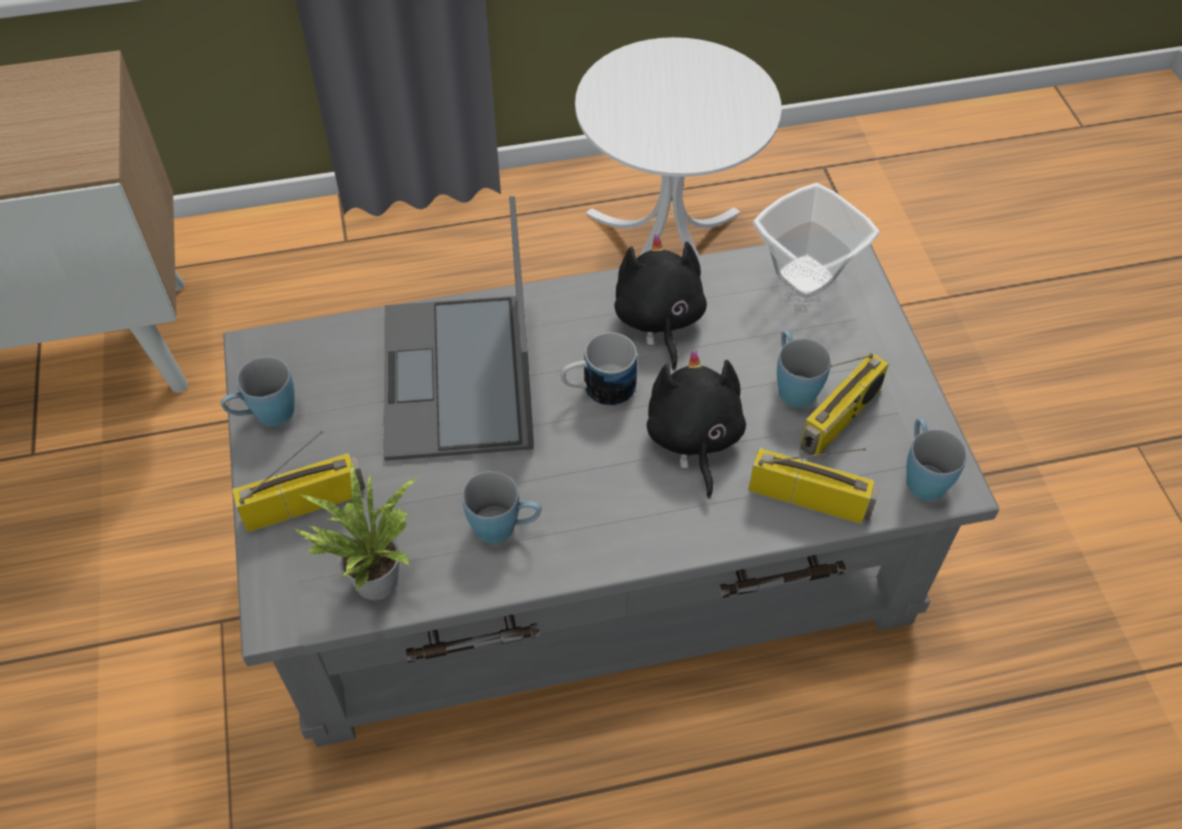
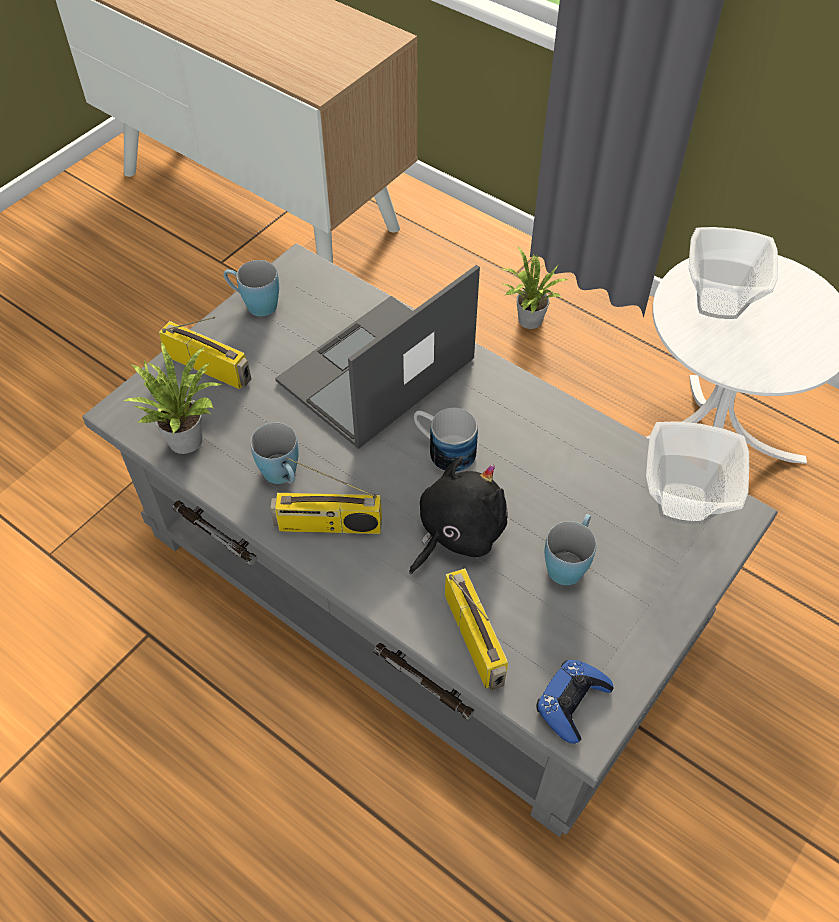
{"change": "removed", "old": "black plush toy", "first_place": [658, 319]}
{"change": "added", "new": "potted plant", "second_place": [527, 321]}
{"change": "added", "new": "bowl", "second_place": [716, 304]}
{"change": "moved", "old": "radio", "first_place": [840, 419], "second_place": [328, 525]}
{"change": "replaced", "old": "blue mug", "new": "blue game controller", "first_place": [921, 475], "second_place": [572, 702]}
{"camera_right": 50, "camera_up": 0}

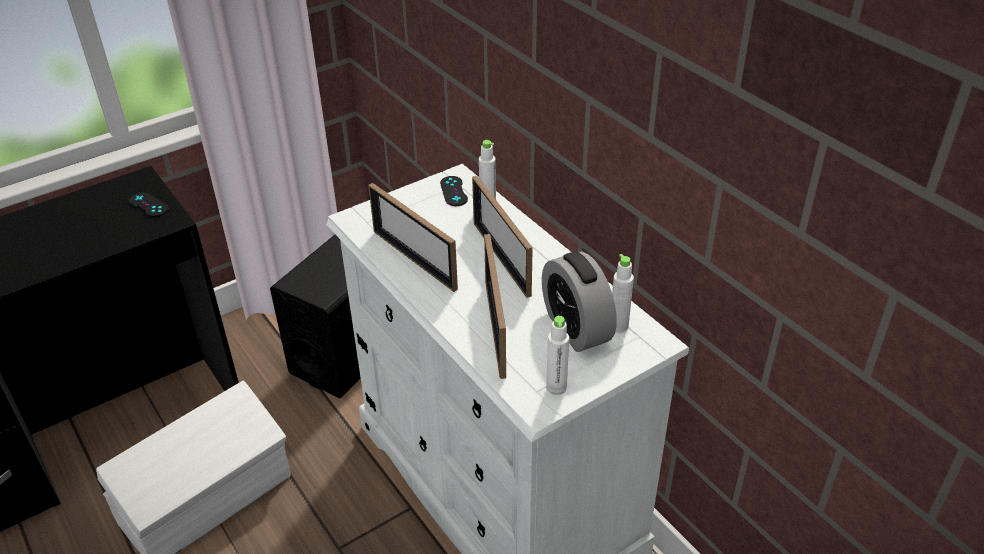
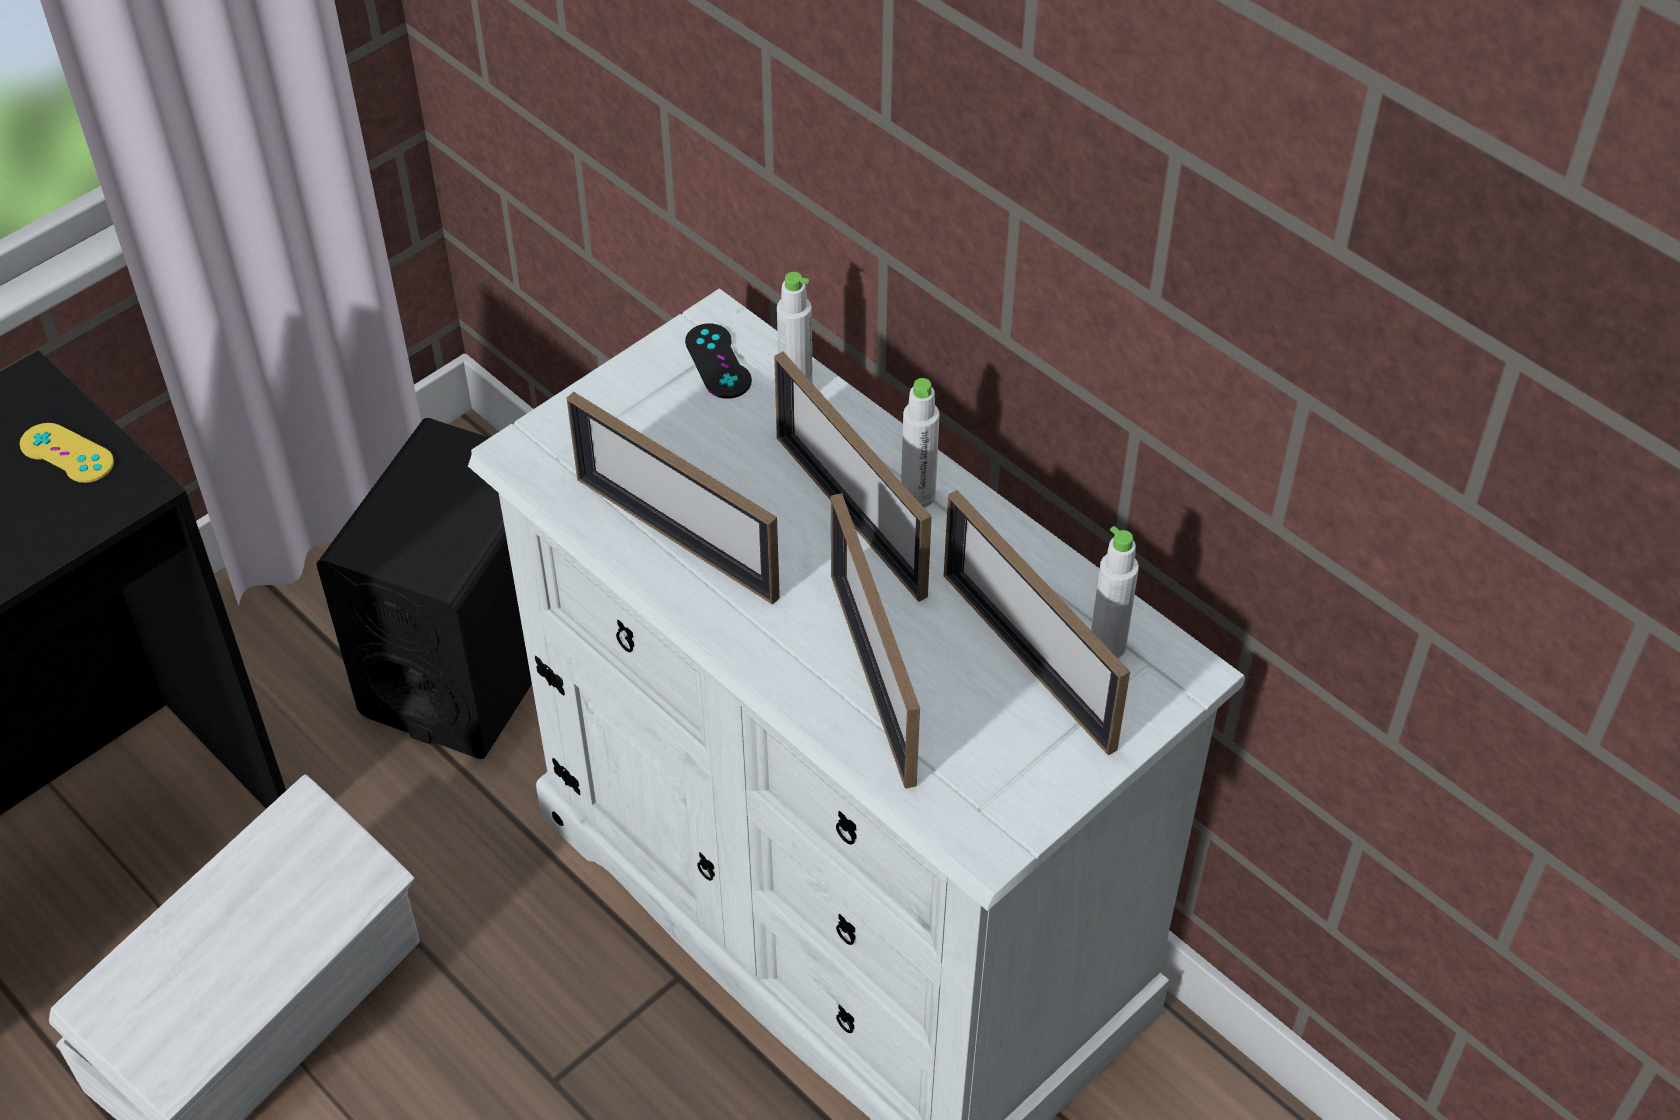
{"change": "moved", "old": "white bottle", "first_place": [556, 387], "second_place": [918, 495]}
{"change": "replaced", "old": "alarm clock", "new": "picture frame", "first_place": [576, 328], "second_place": [1027, 660]}
{"change": "recoloured", "old": "black game controller", "new": "yellow game controller", "first_place": [148, 205], "second_place": [67, 453]}
{"camera_right": -10, "camera_up": 10}

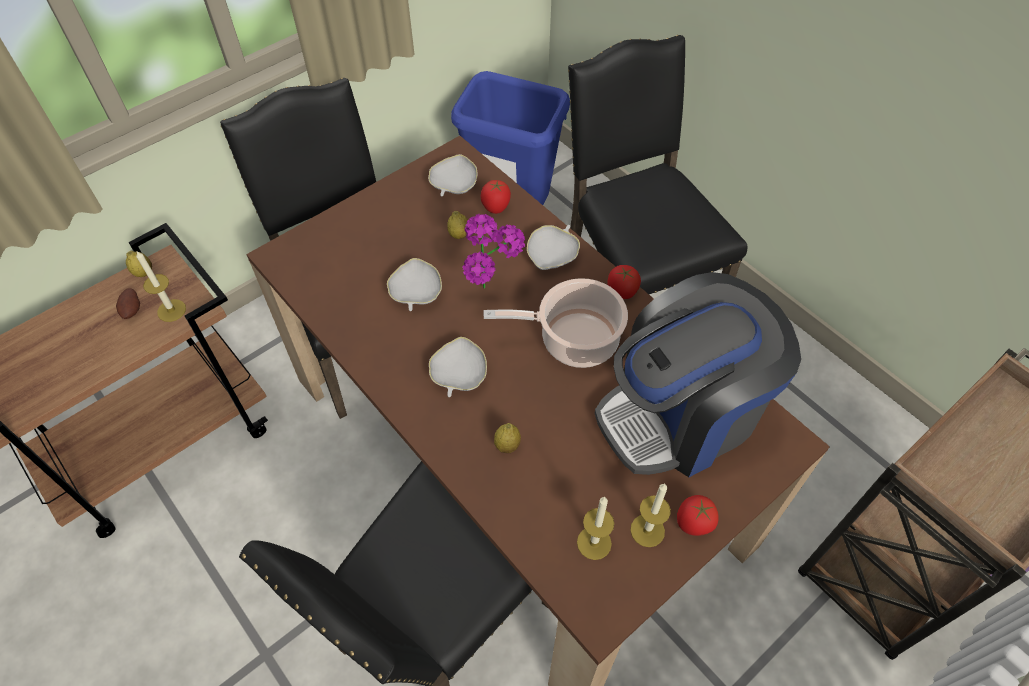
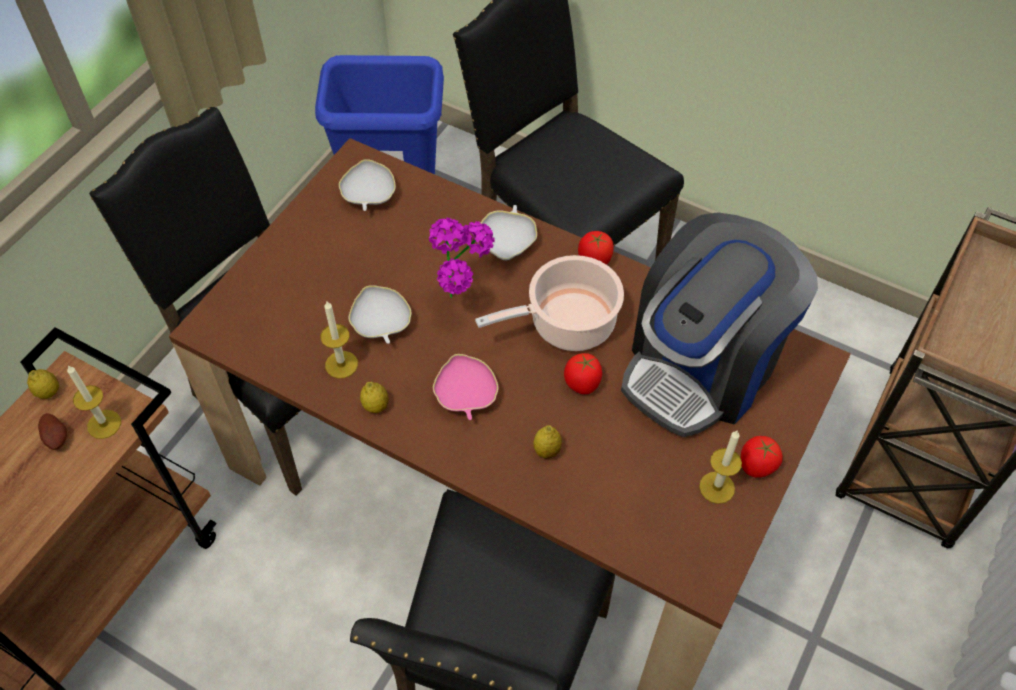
{"change": "moved", "old": "lemon", "first_place": [459, 235], "second_place": [376, 406]}
{"change": "moved", "old": "tomato", "first_place": [496, 207], "second_place": [582, 384]}
{"change": "moved", "old": "candle", "first_place": [594, 543], "second_place": [341, 364]}
{"change": "recoloured", "old": "white bowl", "new": "pink bowl", "first_place": [459, 375], "second_place": [465, 395]}
{"camera_right": -20, "camera_up": 0}

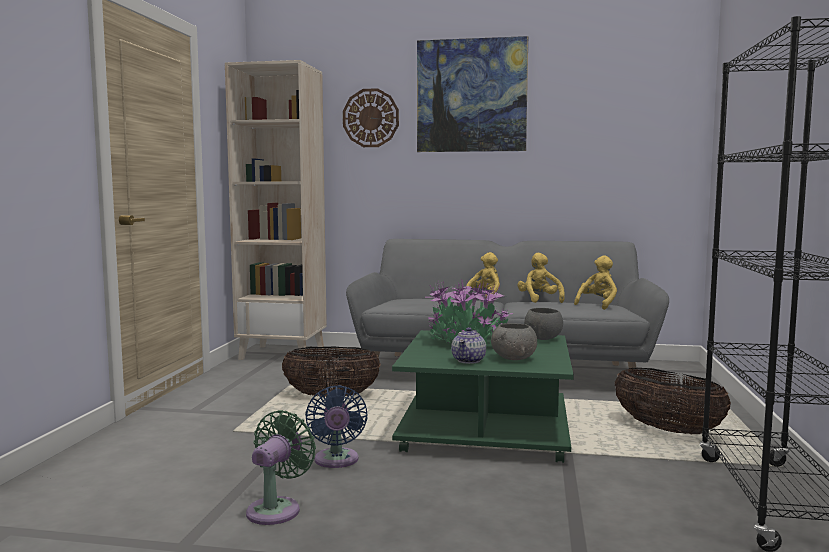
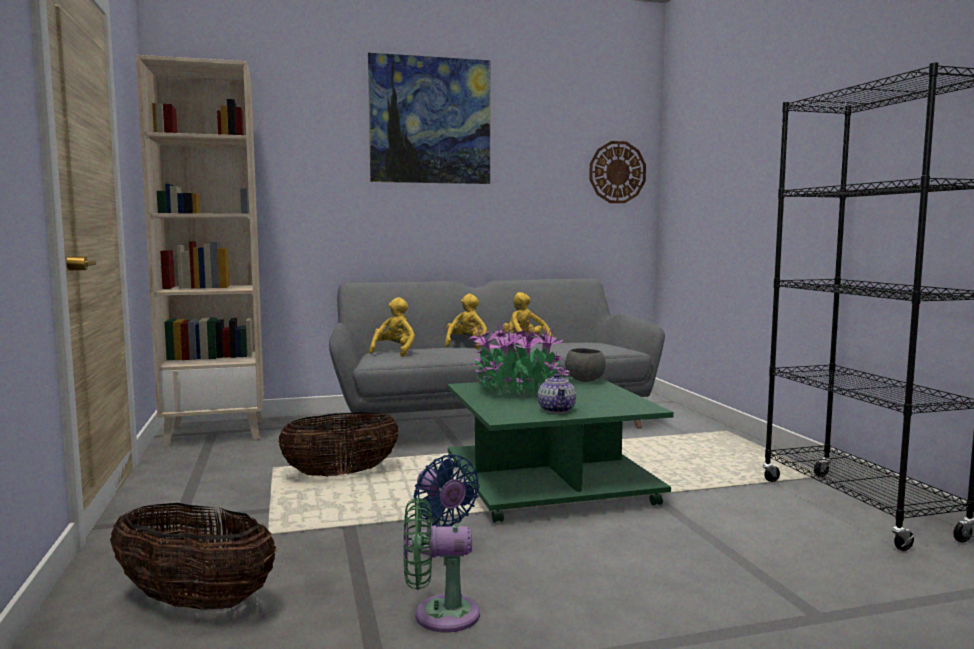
{"change": "removed", "old": "grey bowl", "first_place": [514, 358]}
{"change": "moved", "old": "wall clock", "first_place": [370, 118], "second_place": [617, 172]}
{"change": "moved", "old": "yellow plush toy", "first_place": [598, 305], "second_place": [394, 352]}
{"change": "moved", "old": "basket", "first_place": [667, 430], "second_place": [195, 602]}
{"change": "turned", "old": "green fan", "first_place": [277, 509], "second_place": [439, 614], "degrees": -90}
{"camera_right": -25, "camera_up": 0}

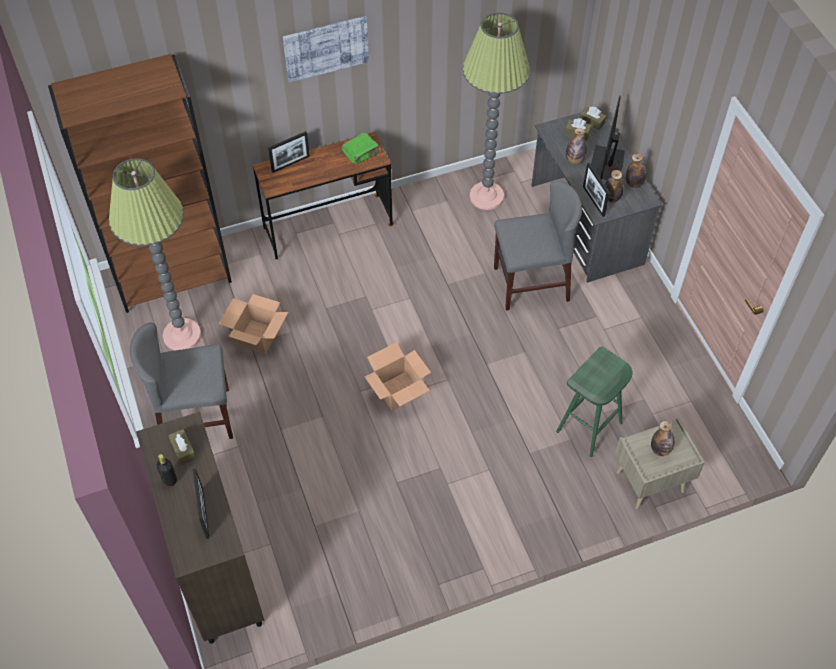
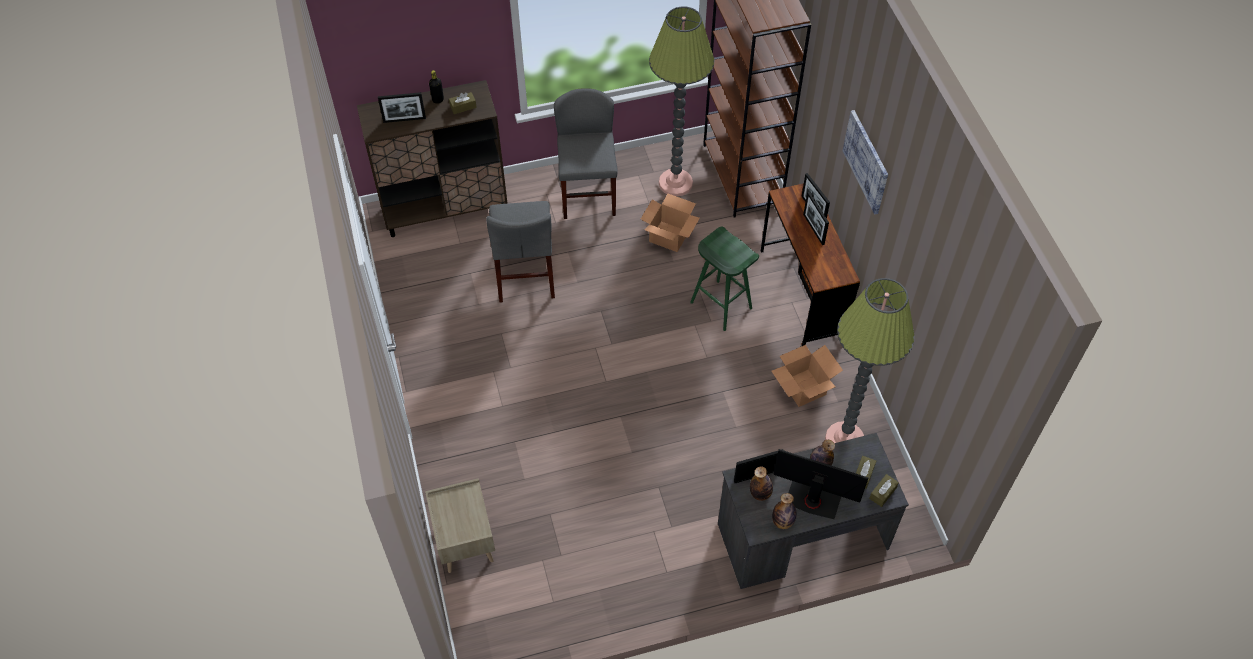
{"change": "removed", "old": "green book", "first_place": [361, 153]}
{"change": "removed", "old": "bottle", "first_place": [660, 449]}
{"change": "added", "new": "picture frame", "second_place": [813, 229]}
{"change": "moved", "old": "cardboard box", "first_place": [398, 390], "second_place": [804, 388]}
{"change": "moved", "old": "grey chair", "first_place": [531, 284], "second_place": [525, 274]}
{"change": "moved", "old": "green stool", "first_place": [589, 428], "second_place": [720, 305]}
{"camera_right": 95, "camera_up": 0}

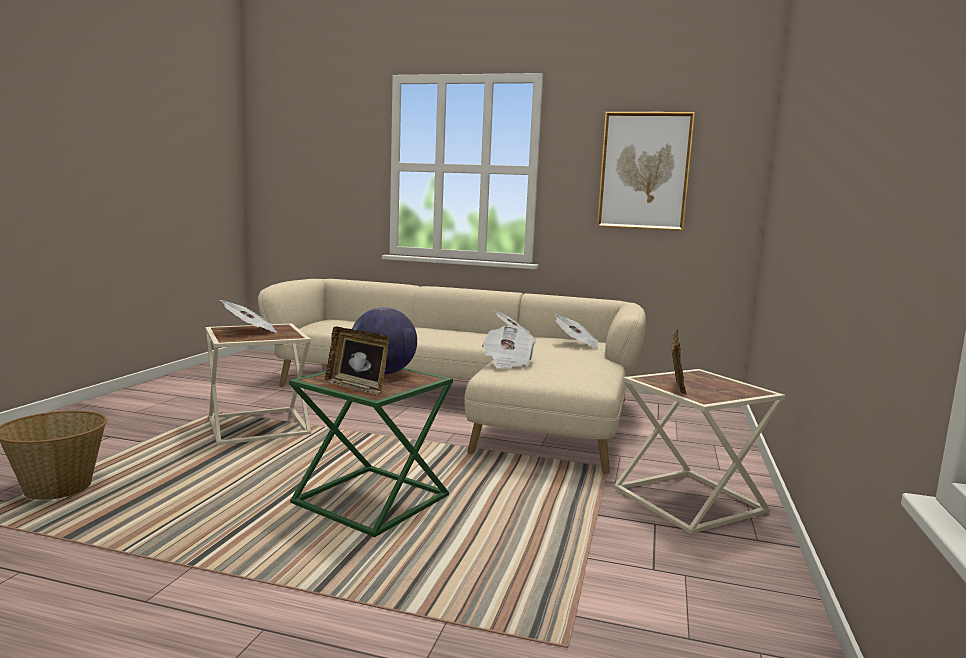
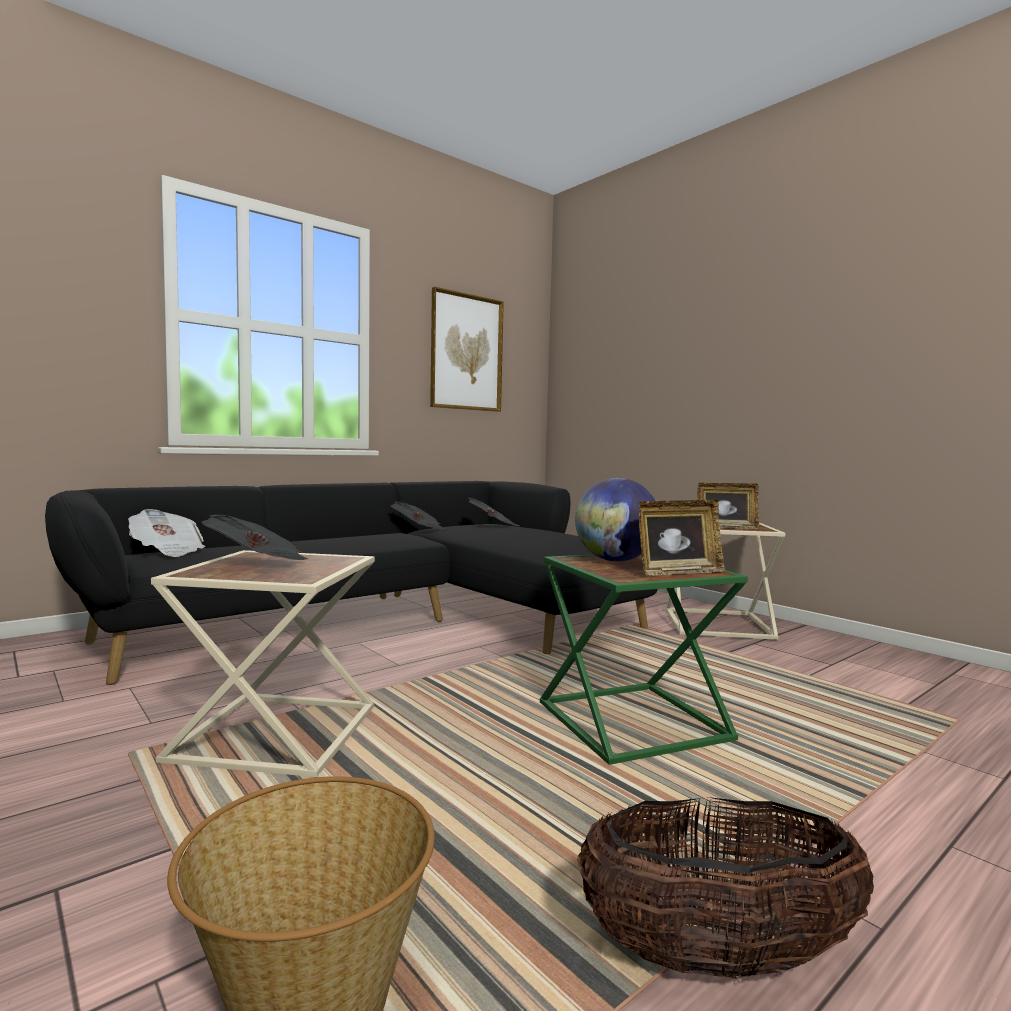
{"change": "added", "new": "basket", "second_place": [717, 957]}
{"change": "moved", "old": "newspaper", "first_place": [507, 362], "second_place": [167, 551]}
{"change": "recoloured", "old": "beige sofa", "new": "black sofa", "first_place": [468, 402], "second_place": [394, 620]}
{"change": "turned", "old": "picture frame", "first_place": [676, 387], "second_place": [726, 527], "degrees": 135}
{"camera_right": -55, "camera_up": -5}

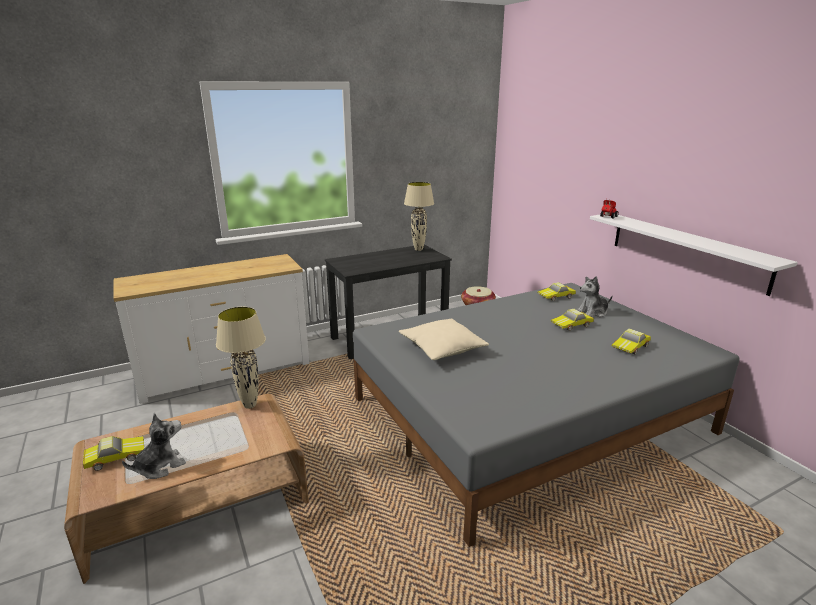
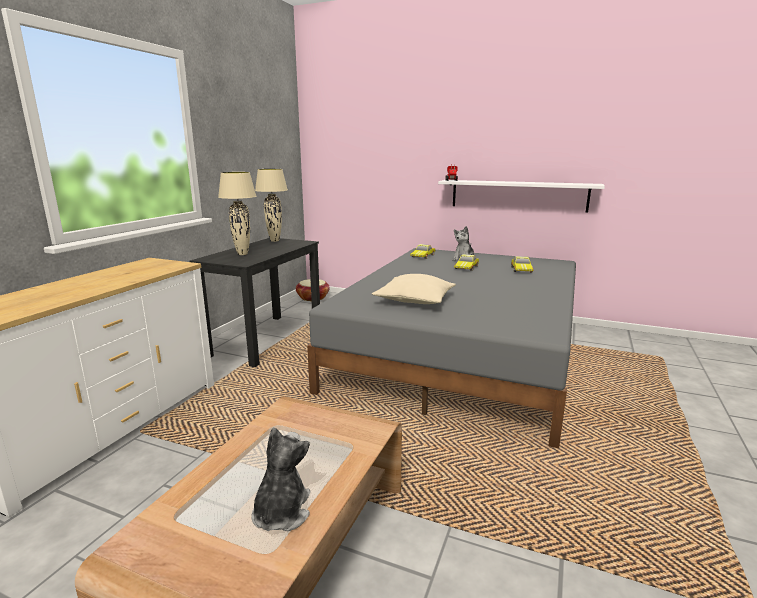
{"change": "removed", "old": "toy car", "first_place": [115, 456]}
{"change": "moved", "old": "beige table lamp", "first_place": [250, 405], "second_place": [242, 254]}
{"camera_right": -40, "camera_up": -5}

